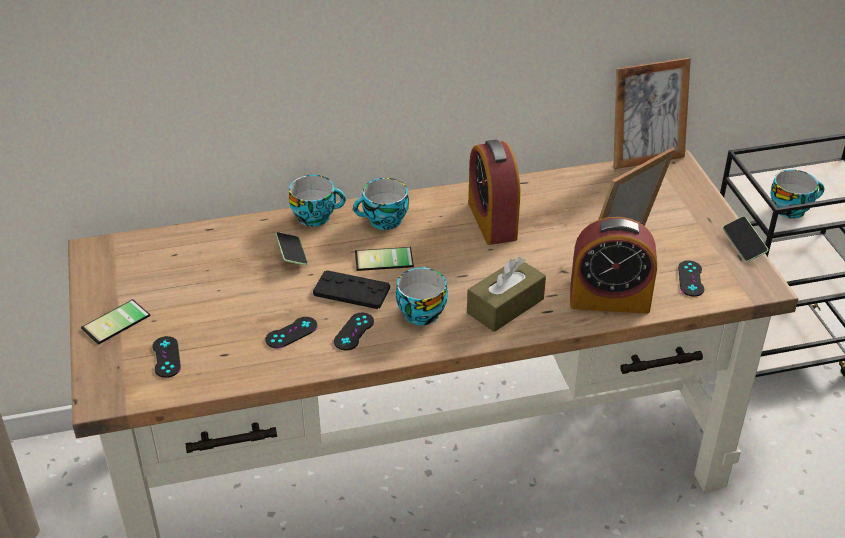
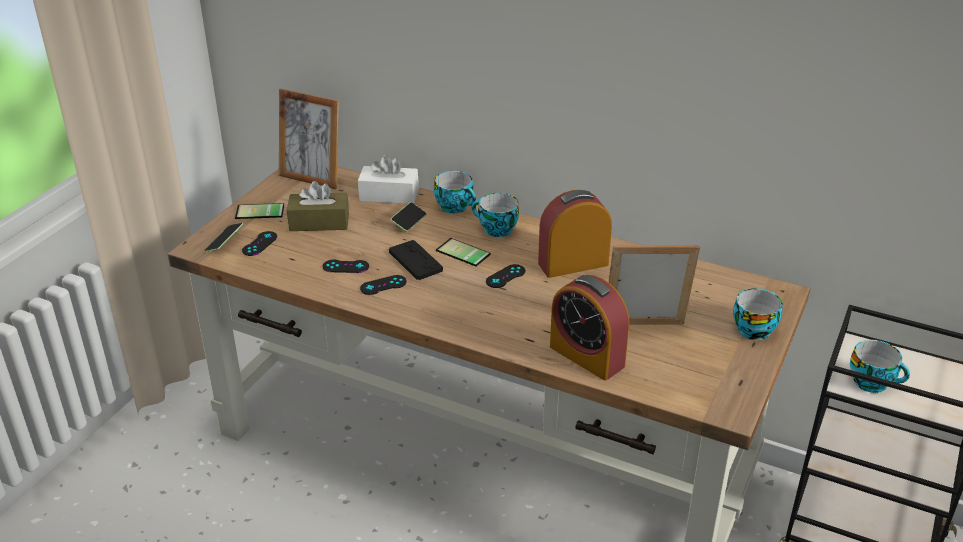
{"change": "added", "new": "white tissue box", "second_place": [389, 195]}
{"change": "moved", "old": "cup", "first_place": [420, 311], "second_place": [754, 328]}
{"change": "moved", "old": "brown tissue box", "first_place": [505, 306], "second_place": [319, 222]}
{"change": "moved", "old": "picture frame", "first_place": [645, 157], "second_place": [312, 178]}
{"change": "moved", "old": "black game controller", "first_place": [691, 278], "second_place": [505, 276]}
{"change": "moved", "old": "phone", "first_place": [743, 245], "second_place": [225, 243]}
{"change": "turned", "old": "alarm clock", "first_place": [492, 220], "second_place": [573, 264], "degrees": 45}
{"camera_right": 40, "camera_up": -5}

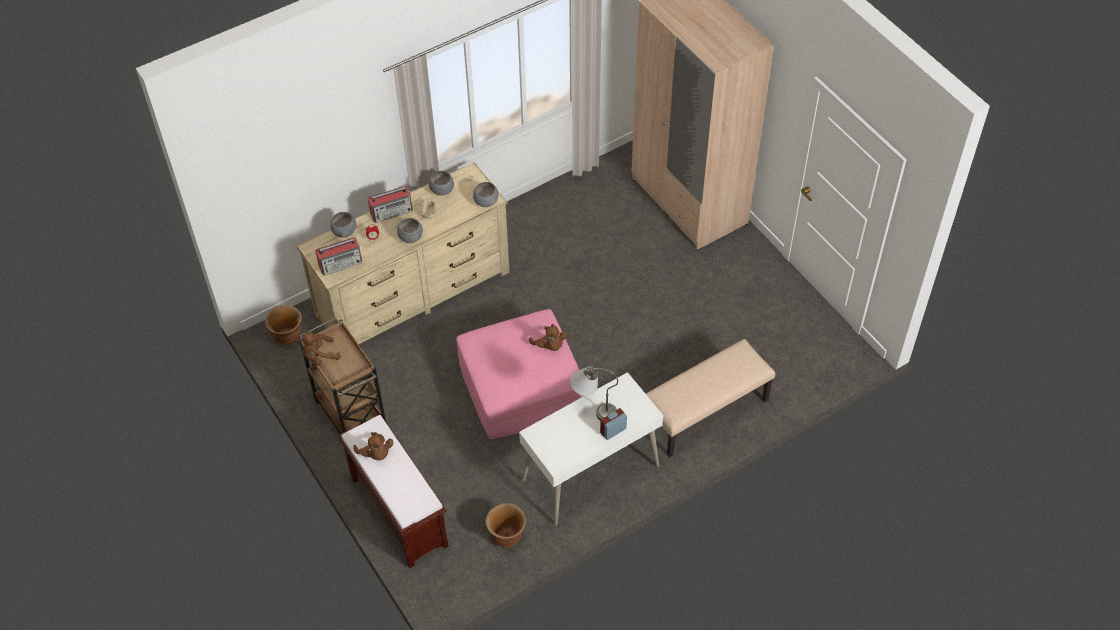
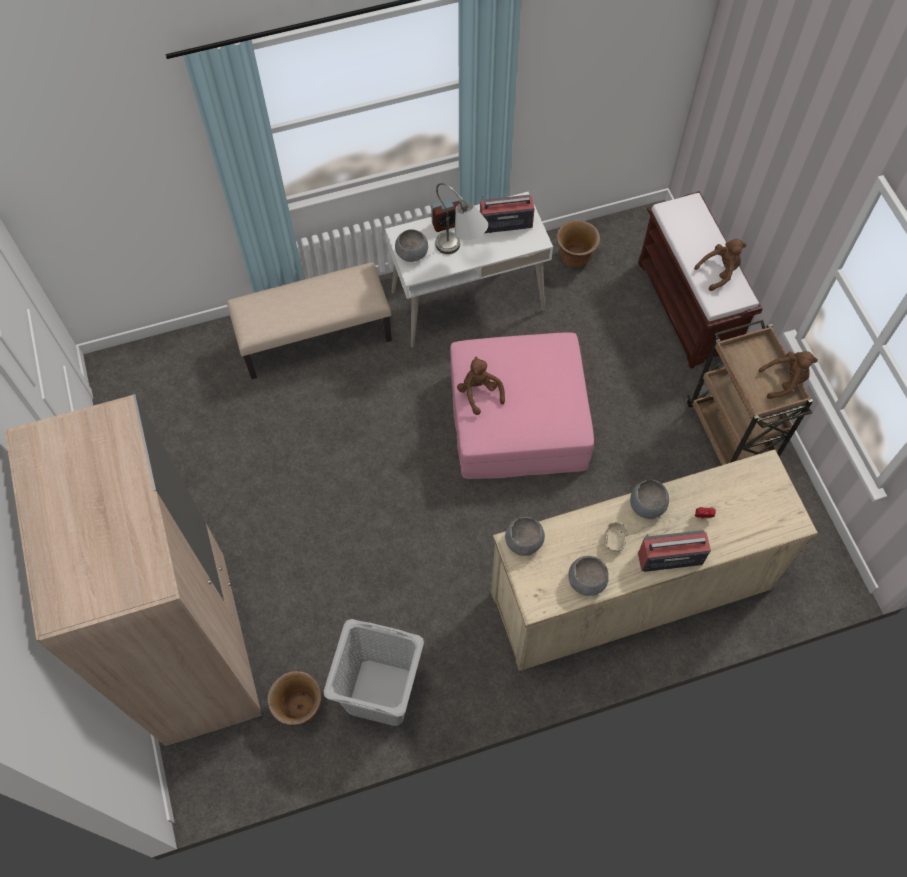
{"change": "added", "new": "grey laundry basket", "second_place": [380, 692]}
{"change": "moved", "old": "brown planter", "first_place": [287, 336], "second_place": [300, 707]}
{"change": "moved", "old": "radio", "first_place": [341, 264], "second_place": [505, 224]}
{"change": "moved", "old": "grey bowl", "first_place": [344, 231], "second_place": [412, 253]}
{"change": "turned", "old": "brown plush toy", "first_place": [376, 453], "second_place": [719, 272], "degrees": 90}
{"camera_right": -165, "camera_up": 10}

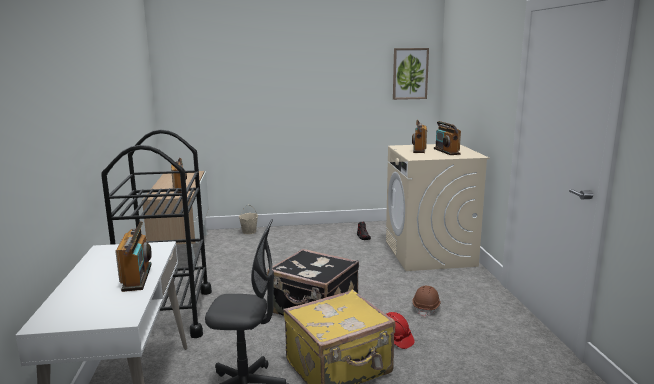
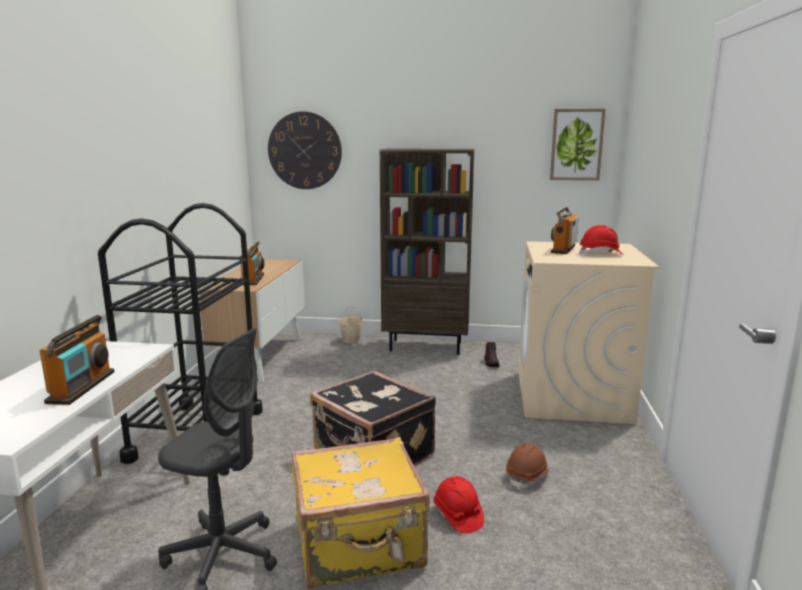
{"change": "added", "new": "wall clock", "second_place": [304, 150]}
{"change": "added", "new": "brown bookcase", "second_place": [426, 346]}
{"change": "replaced", "old": "radio", "new": "red hard hat", "first_place": [446, 151], "second_place": [601, 254]}
{"camera_right": 15, "camera_up": 0}

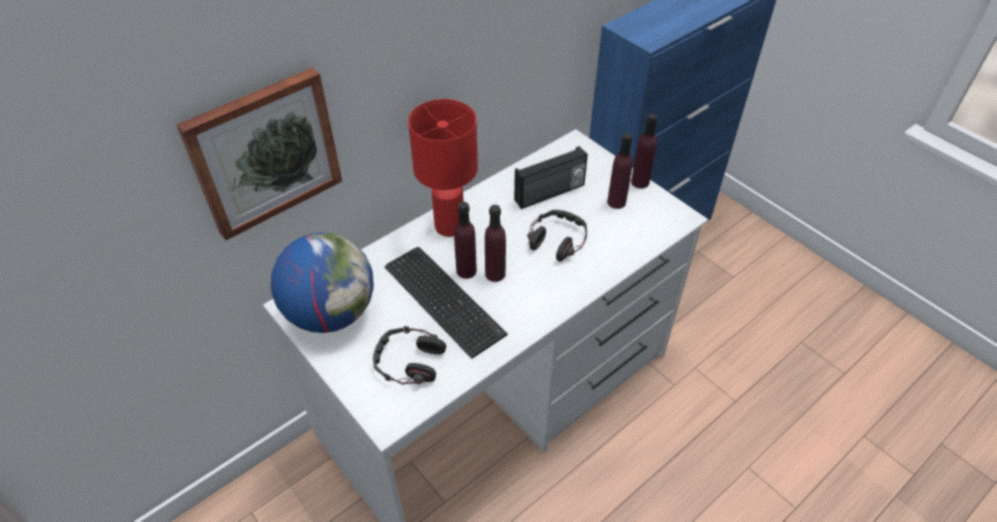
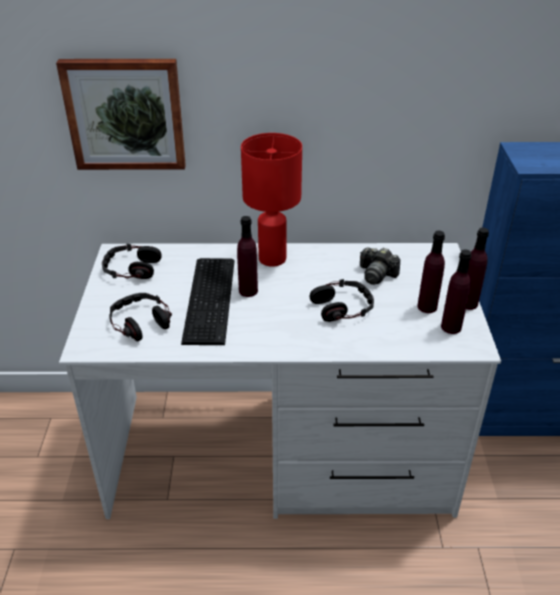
{"change": "moved", "old": "purple bottle", "first_place": [495, 274], "second_place": [451, 327]}
{"change": "replaced", "old": "globe", "new": "headphones", "first_place": [331, 313], "second_place": [131, 269]}
{"change": "replaced", "old": "radio", "new": "photo camera", "first_place": [550, 193], "second_place": [376, 275]}
{"camera_right": 40, "camera_up": -10}

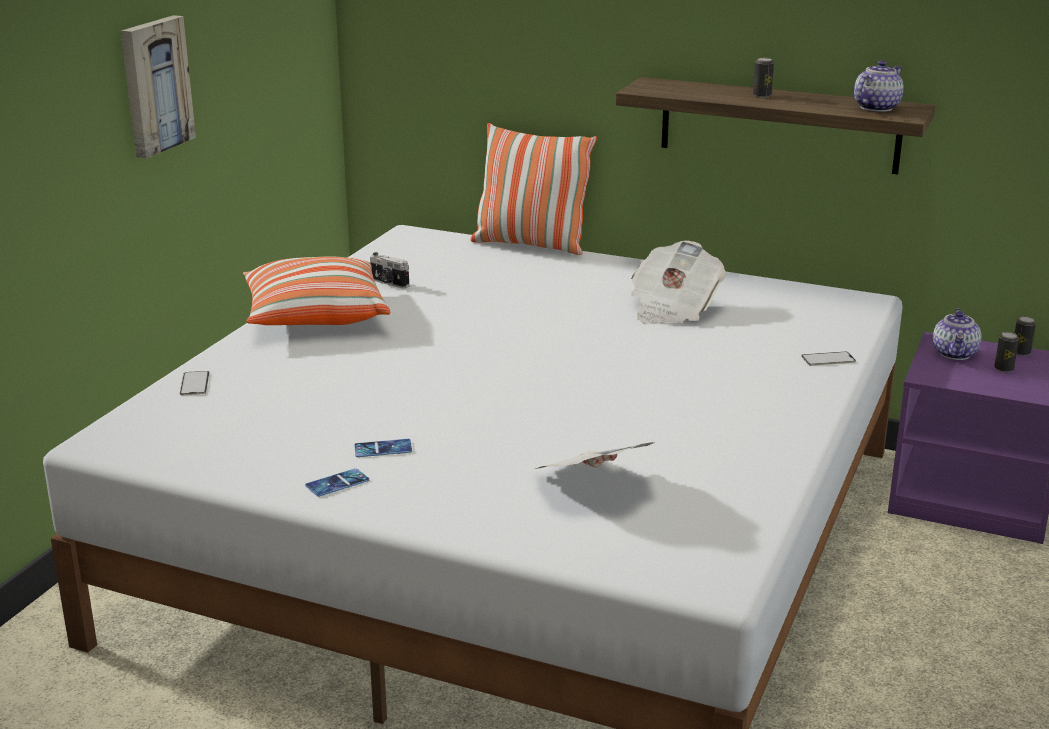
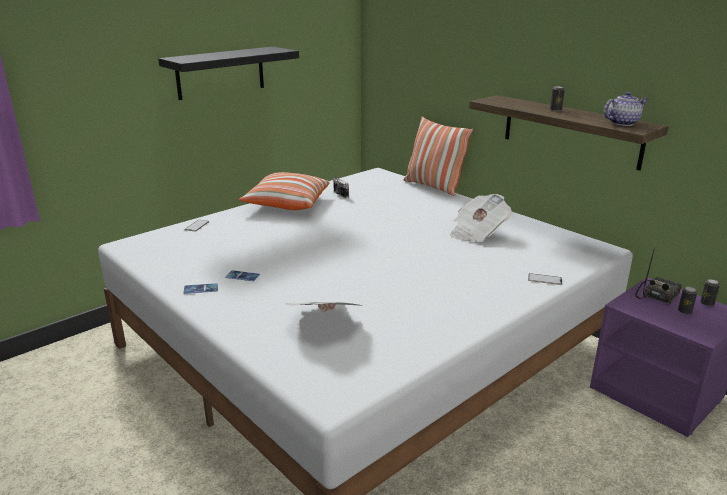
{"change": "replaced", "old": "picture", "new": "black shelf", "first_place": [154, 85], "second_place": [220, 72]}
{"change": "replaced", "old": "teapot", "new": "radio", "first_place": [955, 354], "second_place": [657, 295]}
{"camera_right": 25, "camera_up": 0}

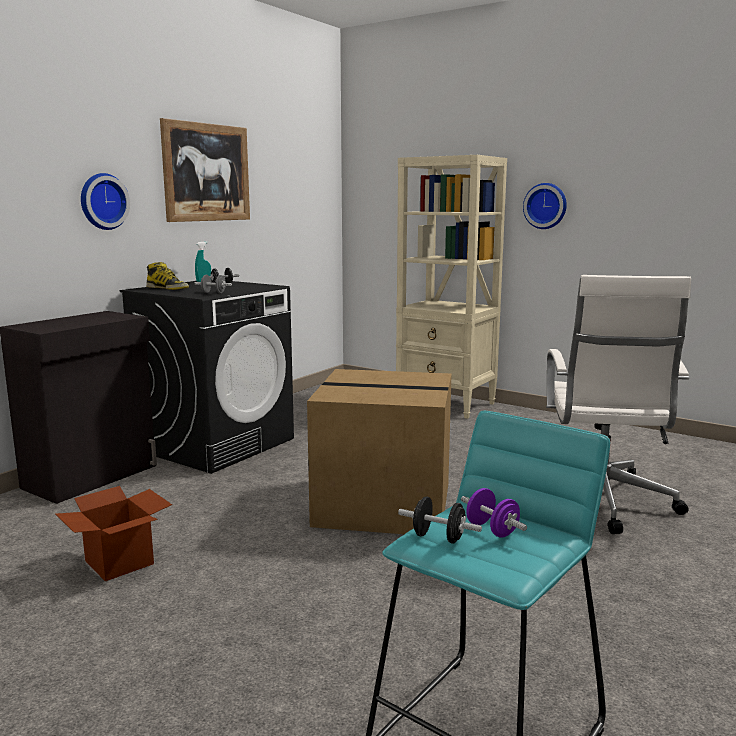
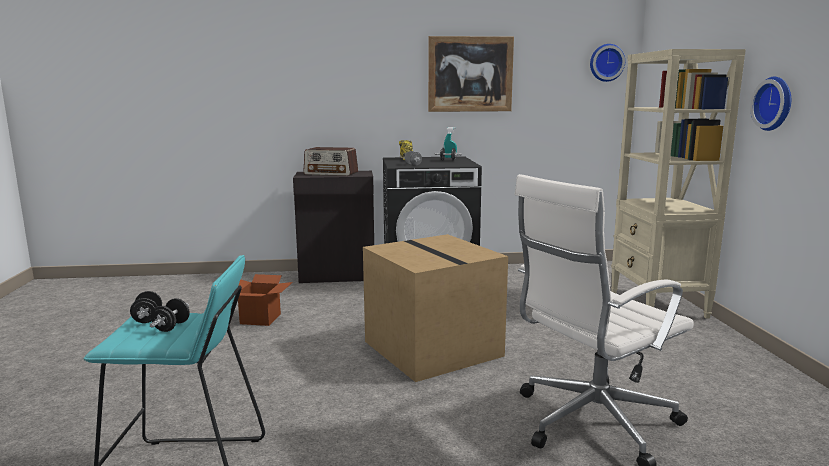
{"change": "added", "new": "radio", "second_place": [331, 173]}
{"change": "moved", "old": "wall clock", "first_place": [102, 201], "second_place": [606, 63]}
{"change": "recoloured", "old": "purple dumbbell", "new": "black dumbbell", "first_place": [492, 530], "second_place": [171, 327]}
{"camera_right": 50, "camera_up": 0}

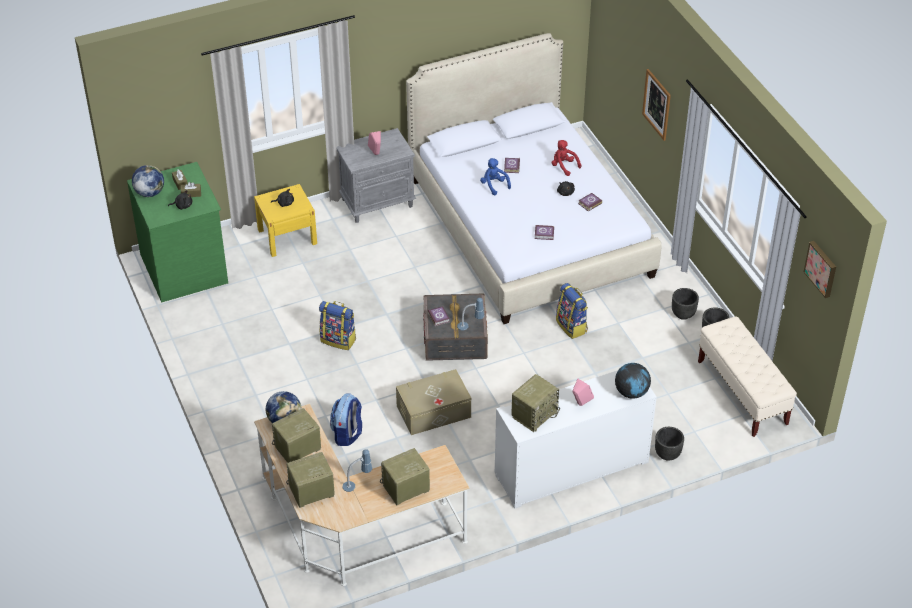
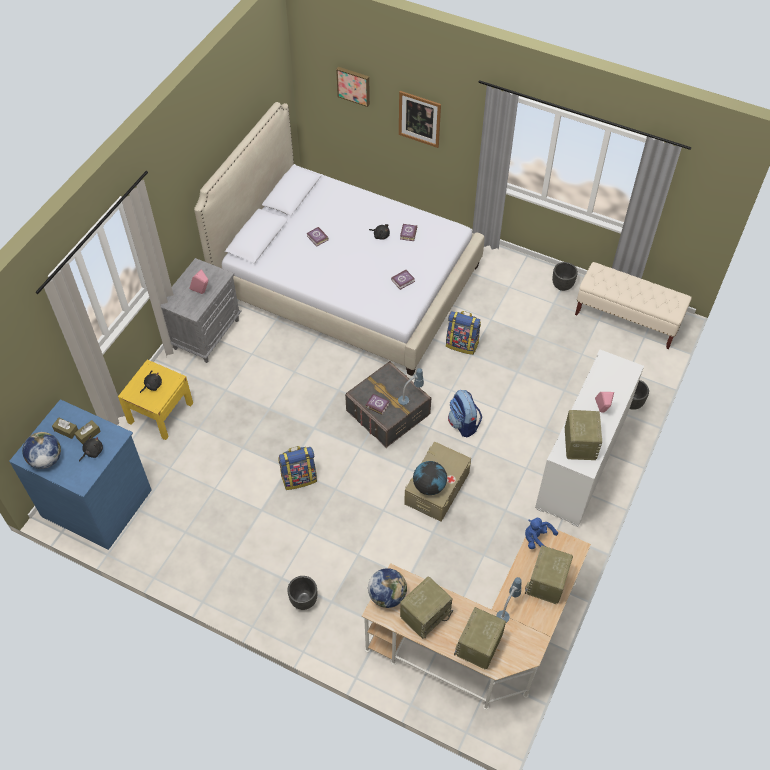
{"change": "removed", "old": "red plush toy", "first_place": [564, 166]}
{"change": "moved", "old": "backpack", "first_place": [347, 434], "second_place": [463, 424]}
{"change": "moved", "old": "blue plush toy", "first_place": [494, 185], "second_place": [538, 540]}
{"change": "moved", "old": "globe", "first_place": [631, 392], "second_place": [429, 486]}
{"change": "moved", "old": "black planter", "first_place": [683, 314], "second_place": [303, 600]}
{"change": "moved", "old": "picture", "first_place": [821, 268], "second_place": [354, 85]}
{"change": "recoloured", "old": "green dresser", "new": "blue dresser", "first_place": [185, 268], "second_place": [97, 501]}
{"change": "turned", "old": "radio", "first_place": [297, 449], "second_place": [425, 614], "degrees": -150}
{"camera_right": -40, "camera_up": 10}

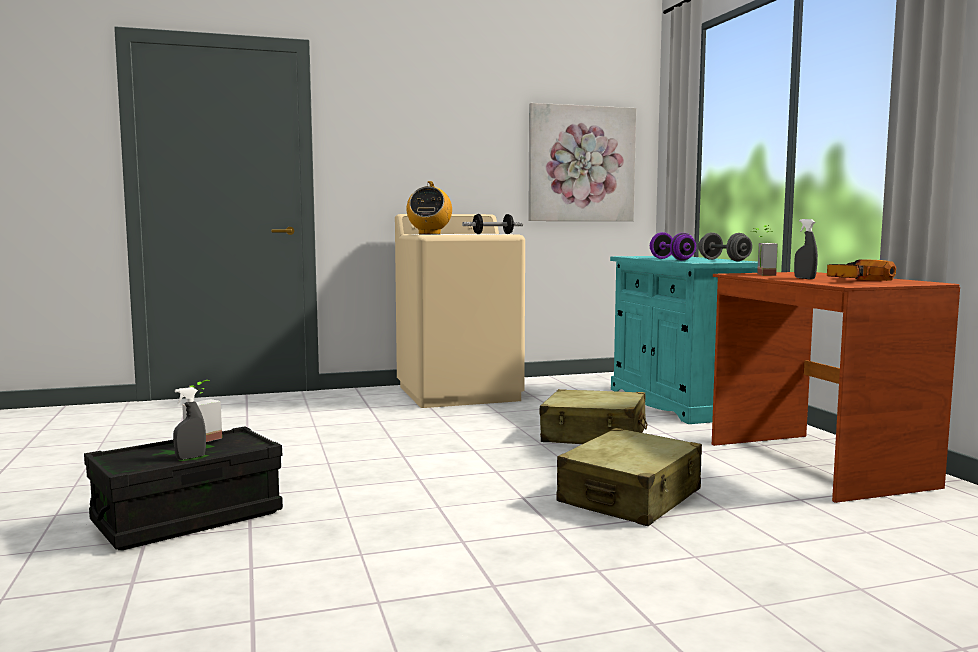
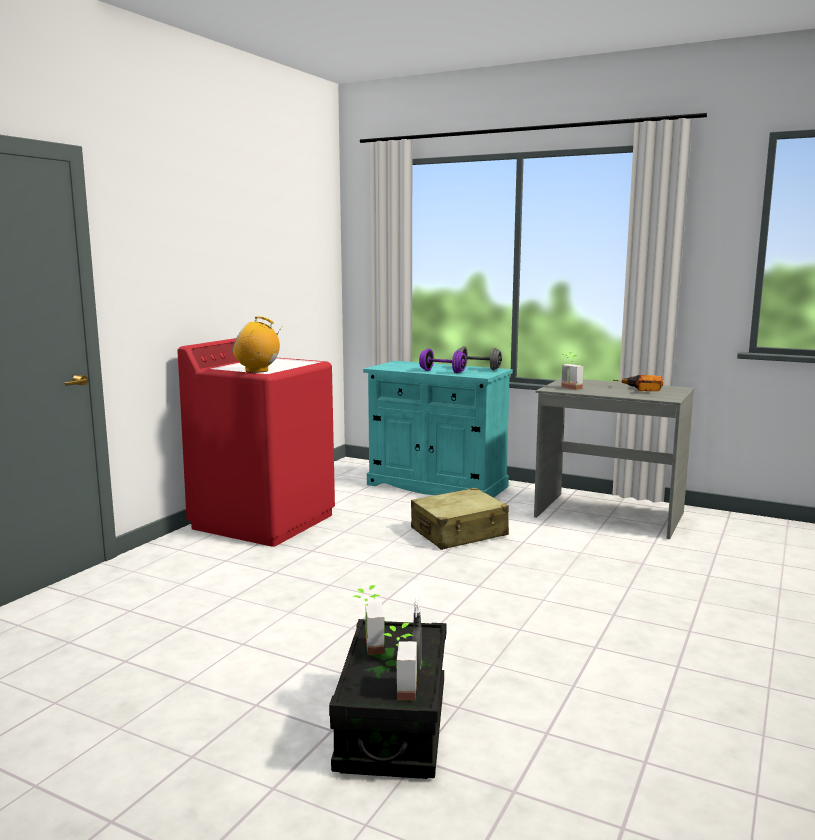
{"change": "removed", "old": "dumbbell", "first_place": [493, 234]}
{"change": "removed", "old": "picture", "first_place": [581, 164]}
{"change": "removed", "old": "beige suitcase", "first_place": [630, 497]}
{"change": "removed", "old": "grey spray bottle", "first_place": [804, 278]}
{"change": "added", "new": "potted plant", "second_place": [399, 689]}
{"change": "recoloured", "old": "beige washing machine", "new": "red washing machine", "first_place": [459, 393], "second_place": [264, 521]}
{"change": "recoloured", "old": "brown desk", "new": "grey desk", "first_place": [814, 464], "second_place": [608, 515]}
{"change": "turned", "old": "radio", "first_place": [429, 234], "second_place": [257, 370], "degrees": 135}
{"camera_right": -45, "camera_up": 5}

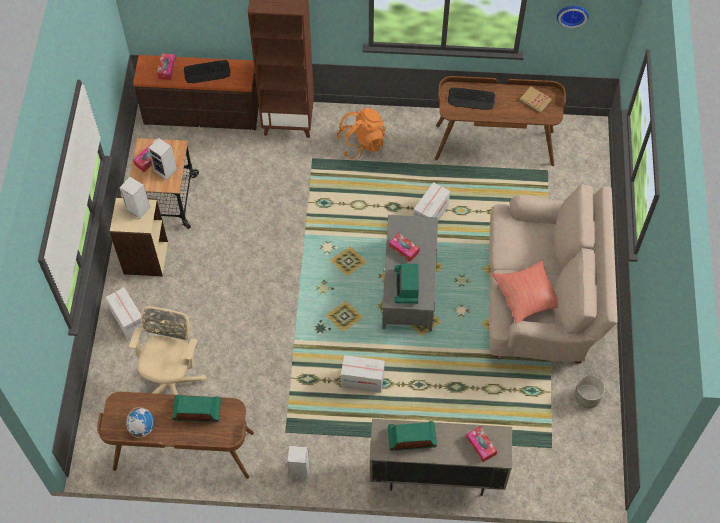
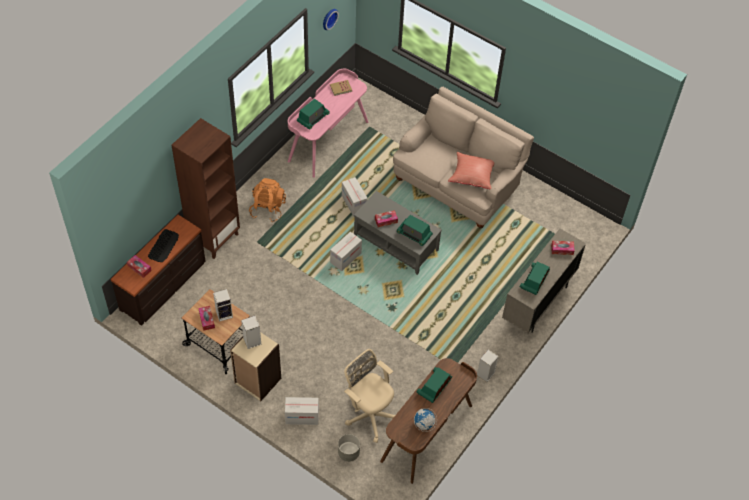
{"change": "moved", "old": "cardboard box", "first_place": [362, 380], "second_place": [345, 258]}
{"change": "moved", "old": "grey planter", "first_place": [587, 398], "second_place": [349, 453]}
{"change": "replaced", "old": "keyboard", "new": "radio", "first_place": [471, 99], "second_place": [313, 118]}
{"change": "recoloured", "old": "brown desk", "new": "pink desk", "first_place": [494, 144], "second_place": [327, 141]}
{"camera_right": -60, "camera_up": -5}

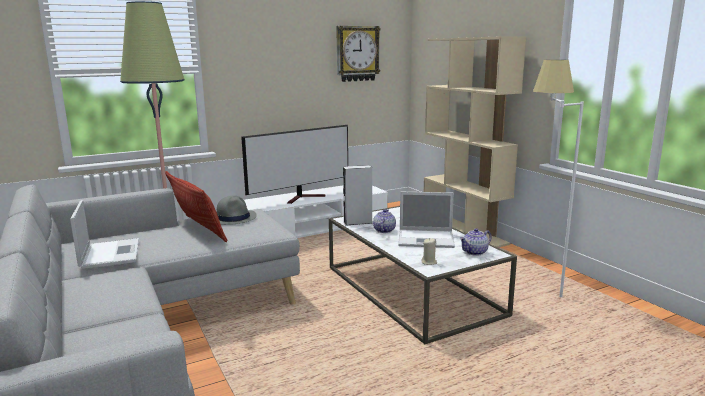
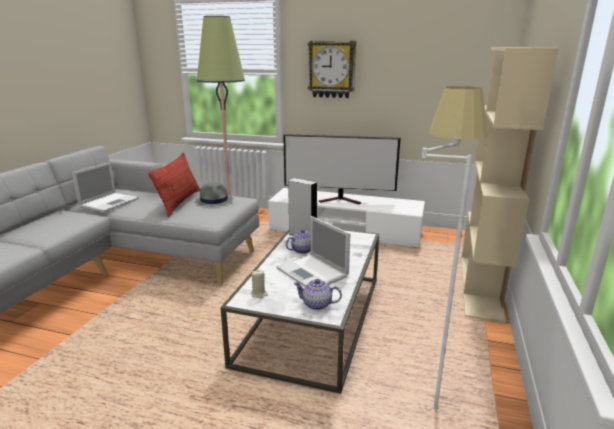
{"change": "moved", "old": "wall clock", "first_place": [357, 53], "second_place": [332, 69]}
{"camera_right": 45, "camera_up": 5}

